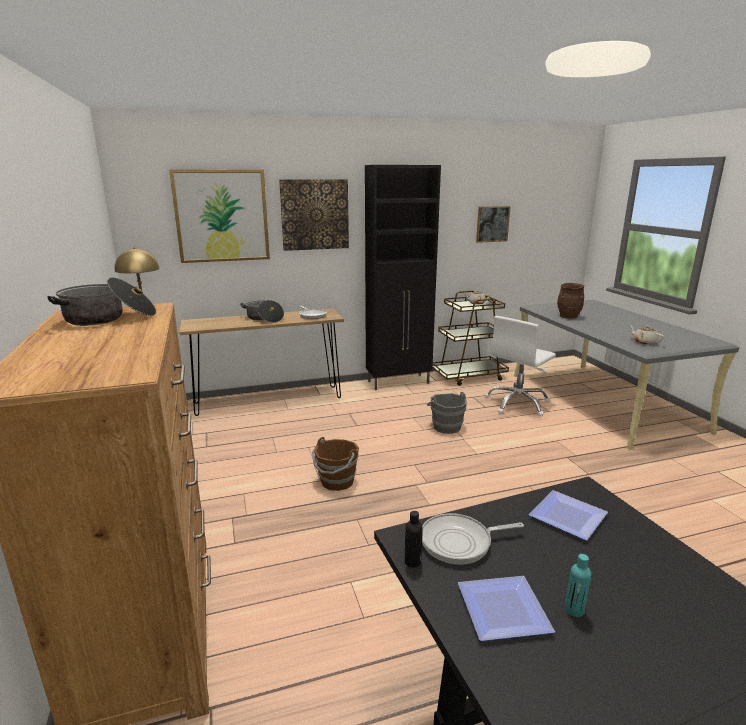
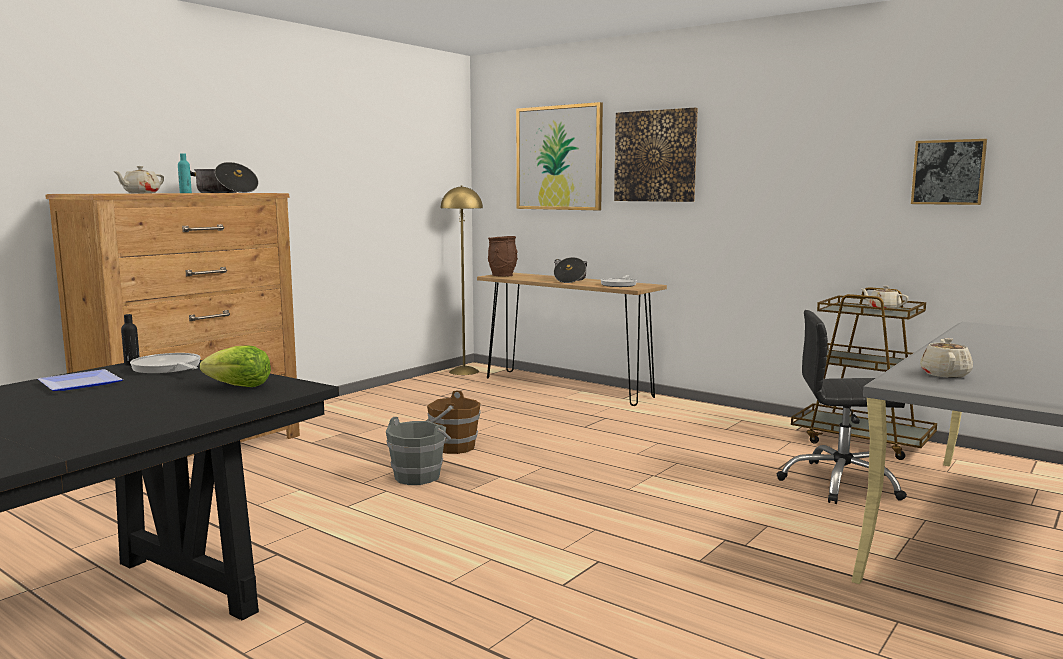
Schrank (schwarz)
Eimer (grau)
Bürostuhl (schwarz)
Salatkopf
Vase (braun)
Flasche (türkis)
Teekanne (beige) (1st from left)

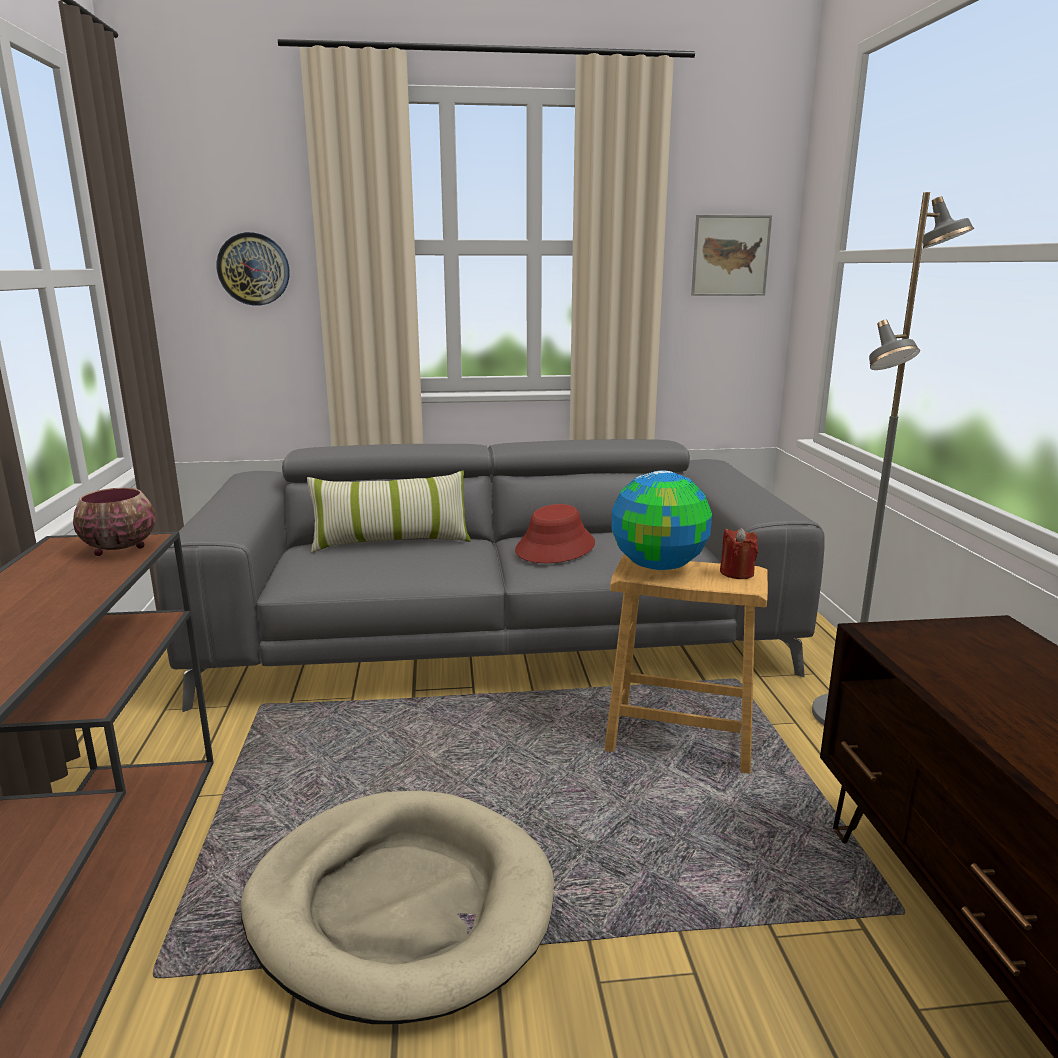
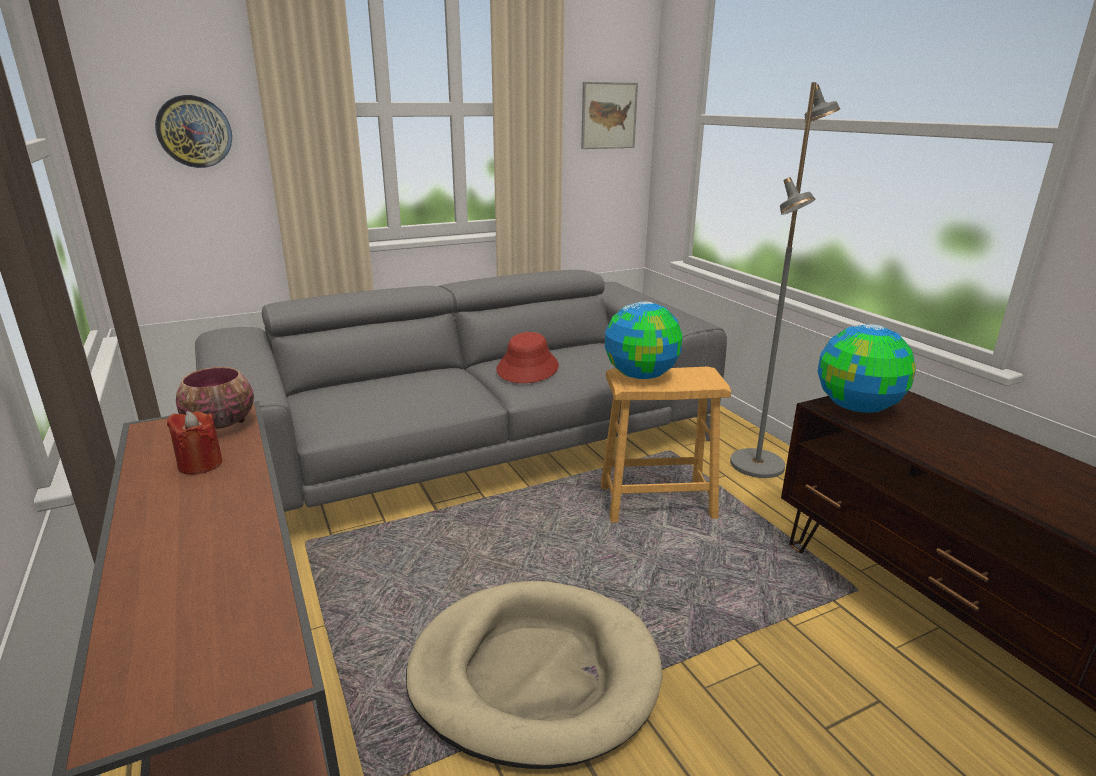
Kissen
Kerze (rot)
Globus (2nd from left)

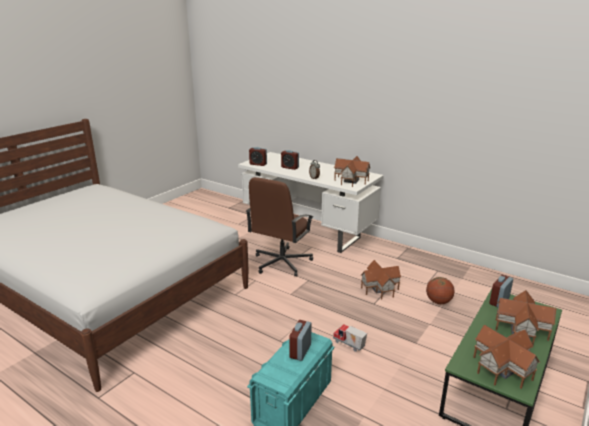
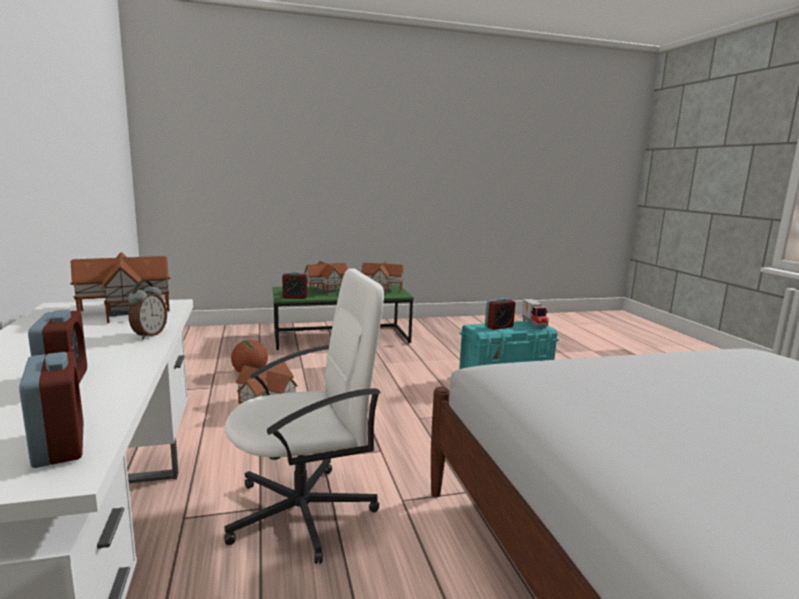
Bürostuhl (weiß)
Spielzeuglaster

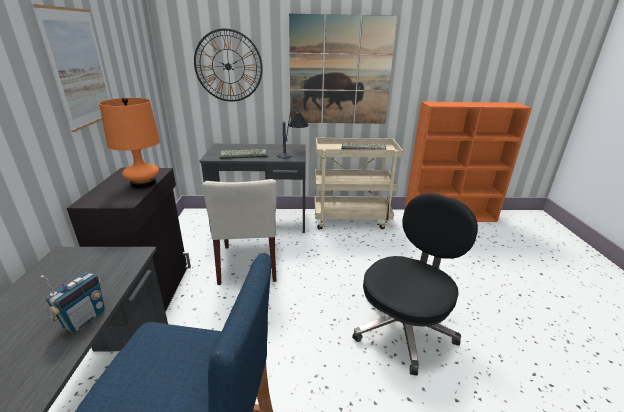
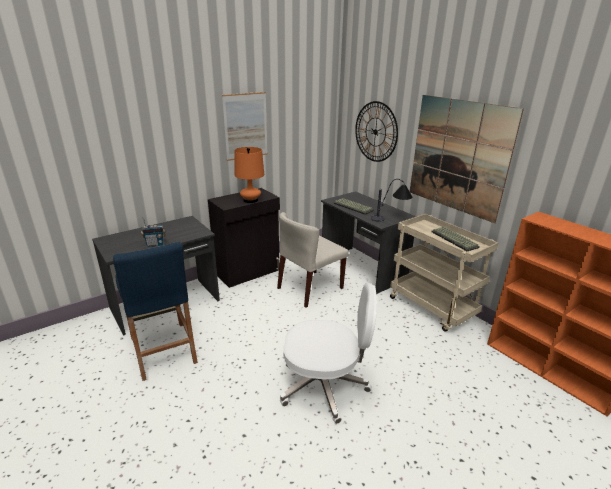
Bürostuhl (weiß)

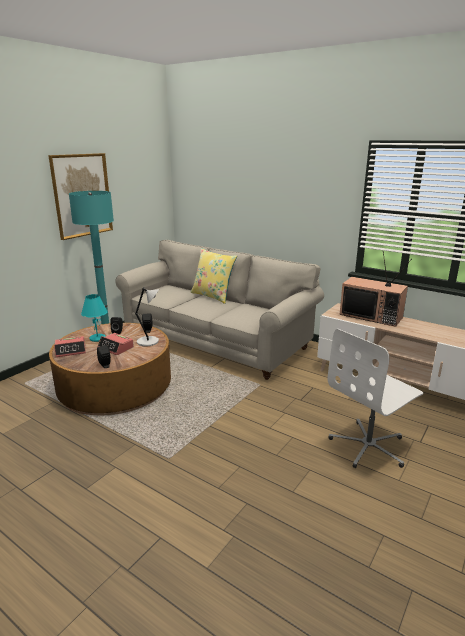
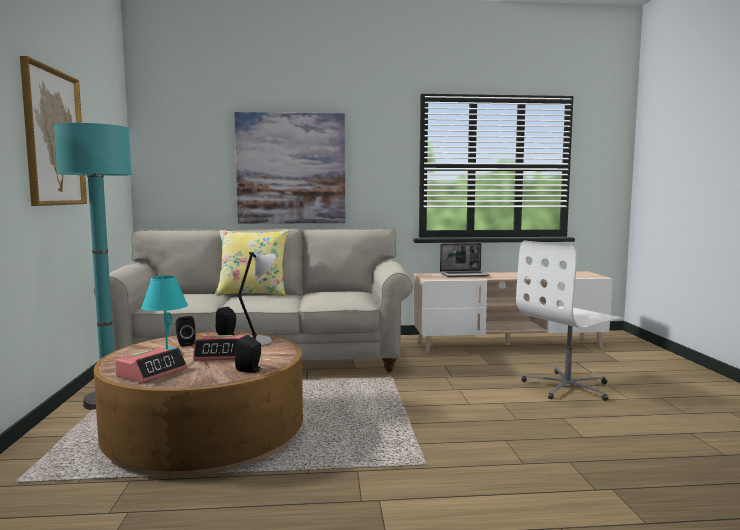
Bürostuhl (weiß)
Laptop
Bild (2nd from left)

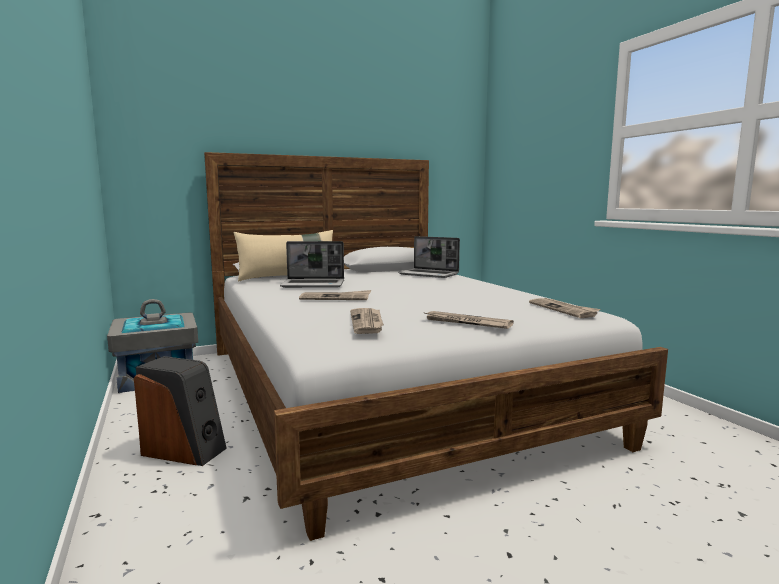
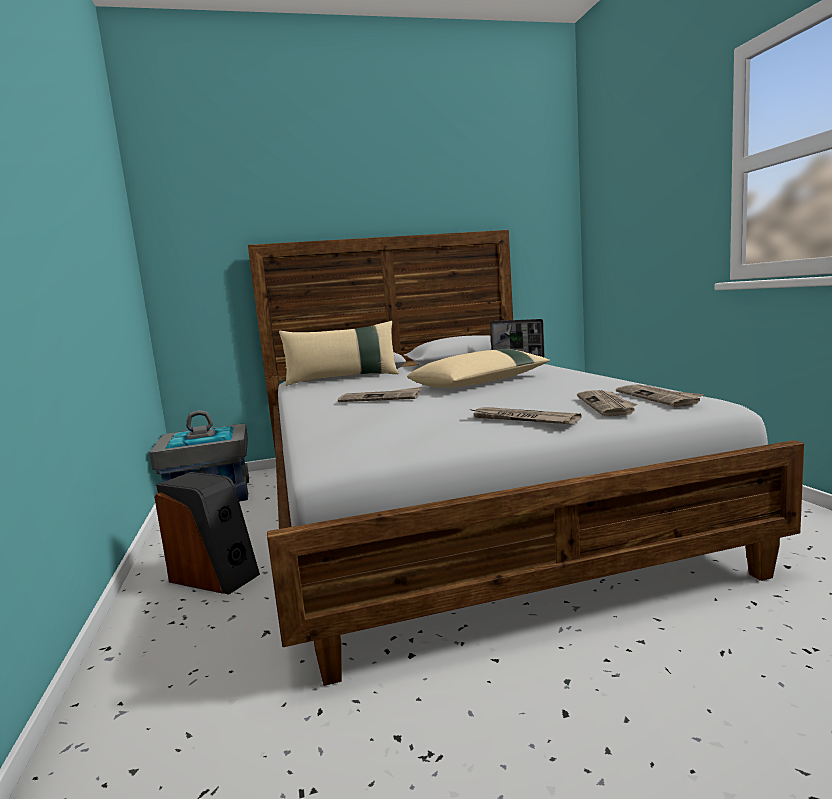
Laptop (1st from left in the first image)
Zeitung (3rd from left)
Kissen (beige) (2nd from left)

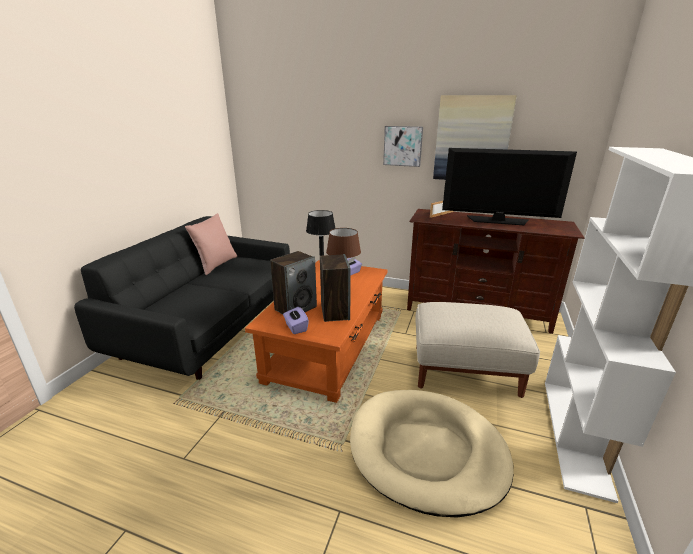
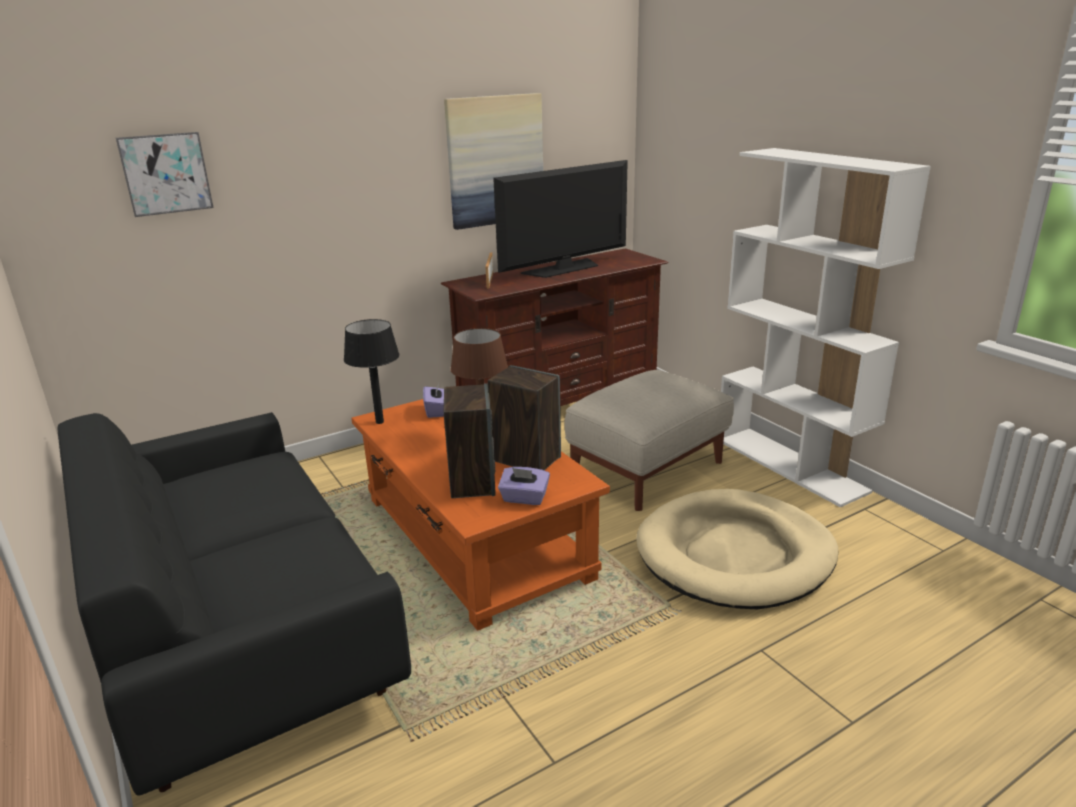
Kissen (rosa)
Bild (1st from left)

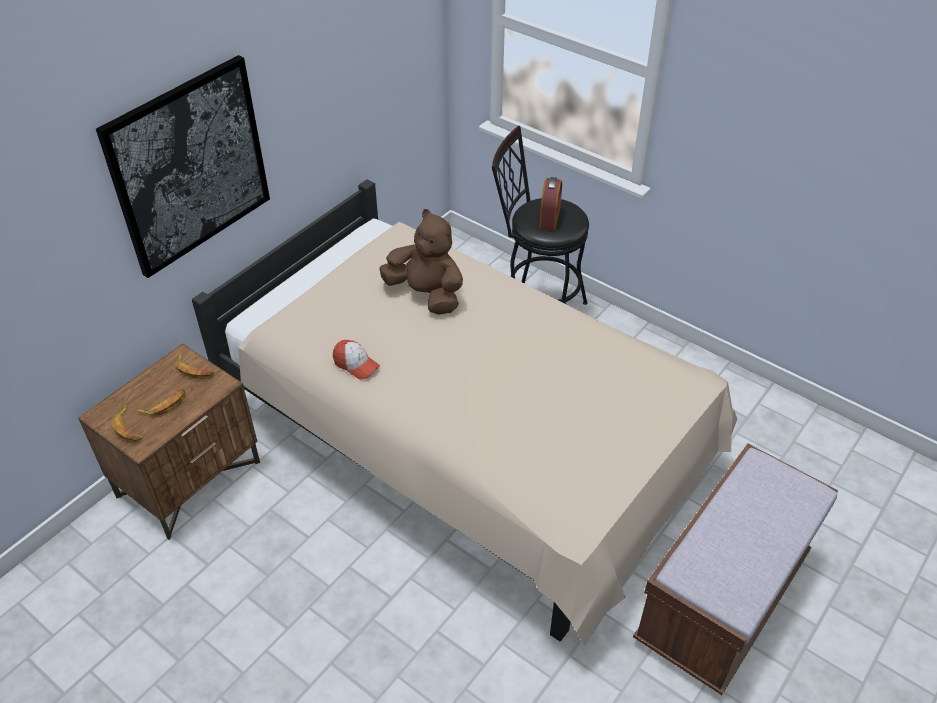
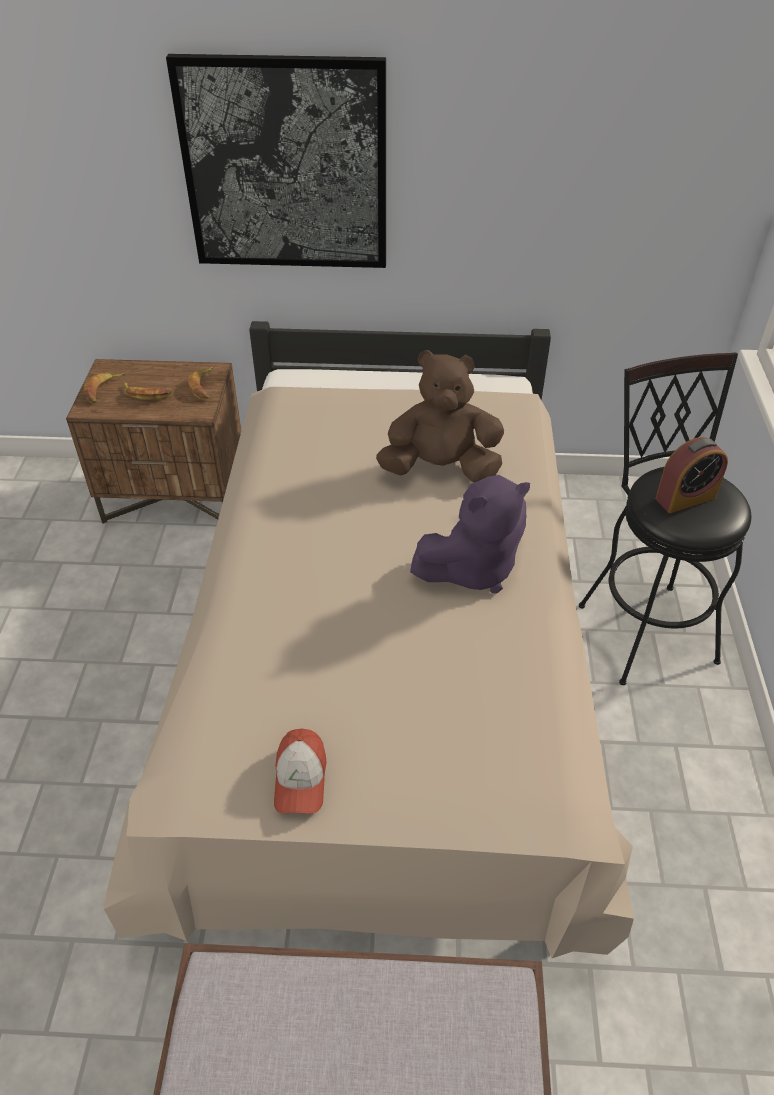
Kappe
Plüschtier (braun)
Plüschtier (lila)

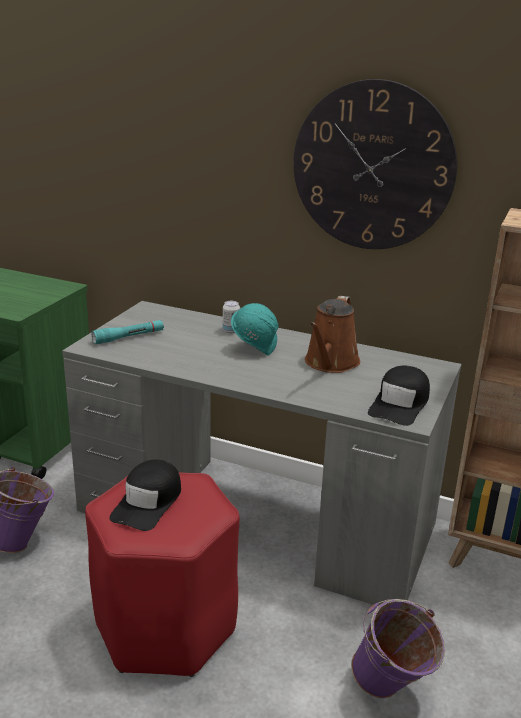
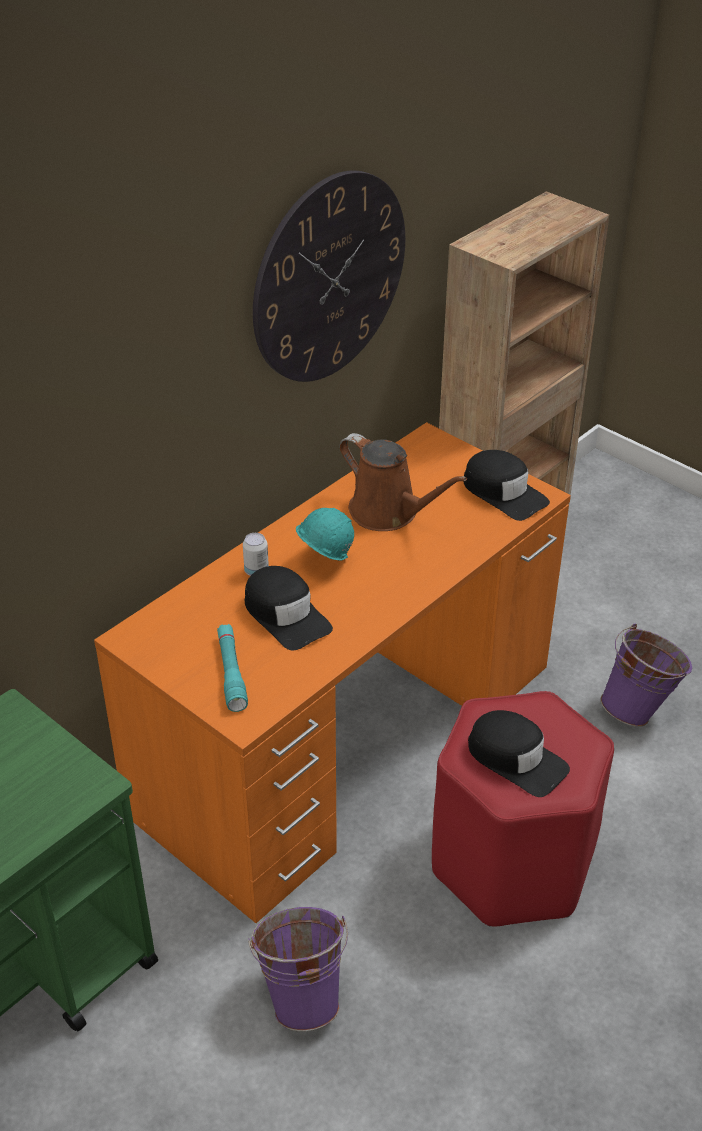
Schreibtisch (orange)
Kappe (schwarz) (1st from left)

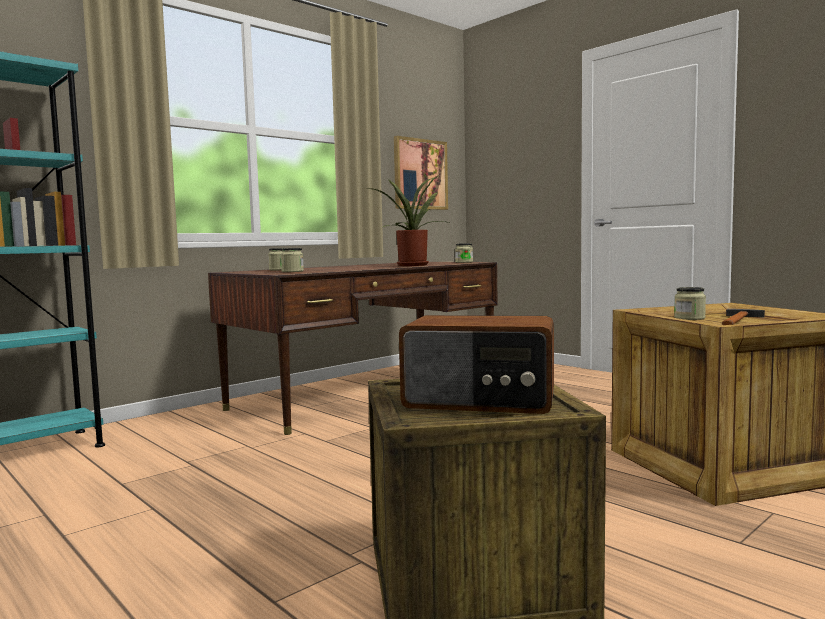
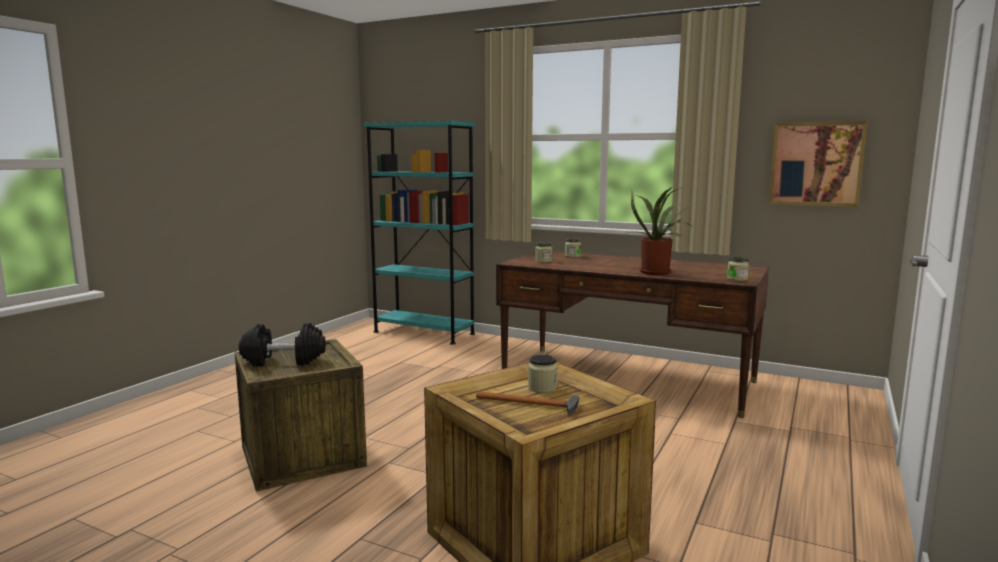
Hantel (schwarz)

